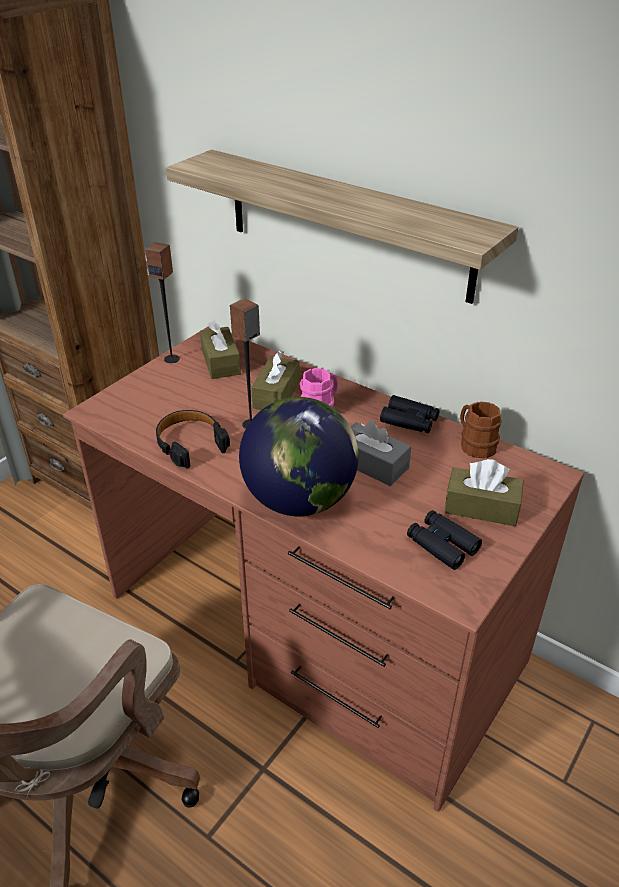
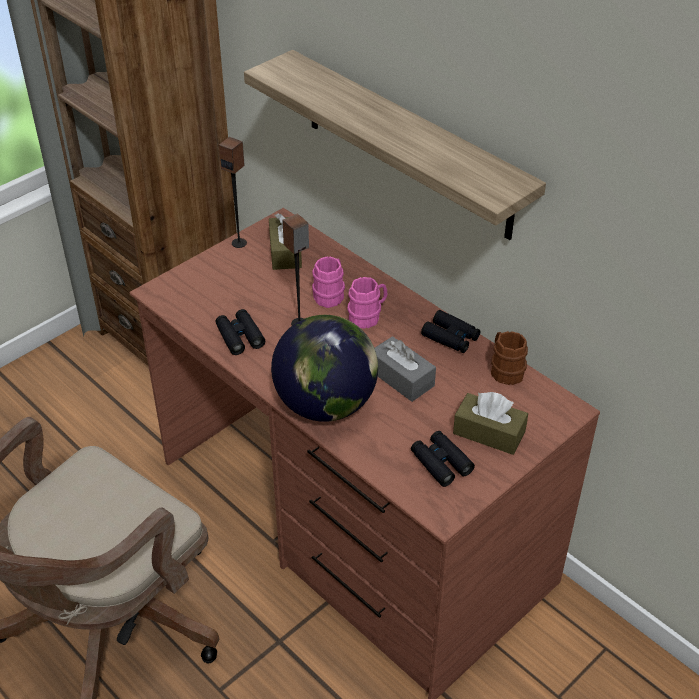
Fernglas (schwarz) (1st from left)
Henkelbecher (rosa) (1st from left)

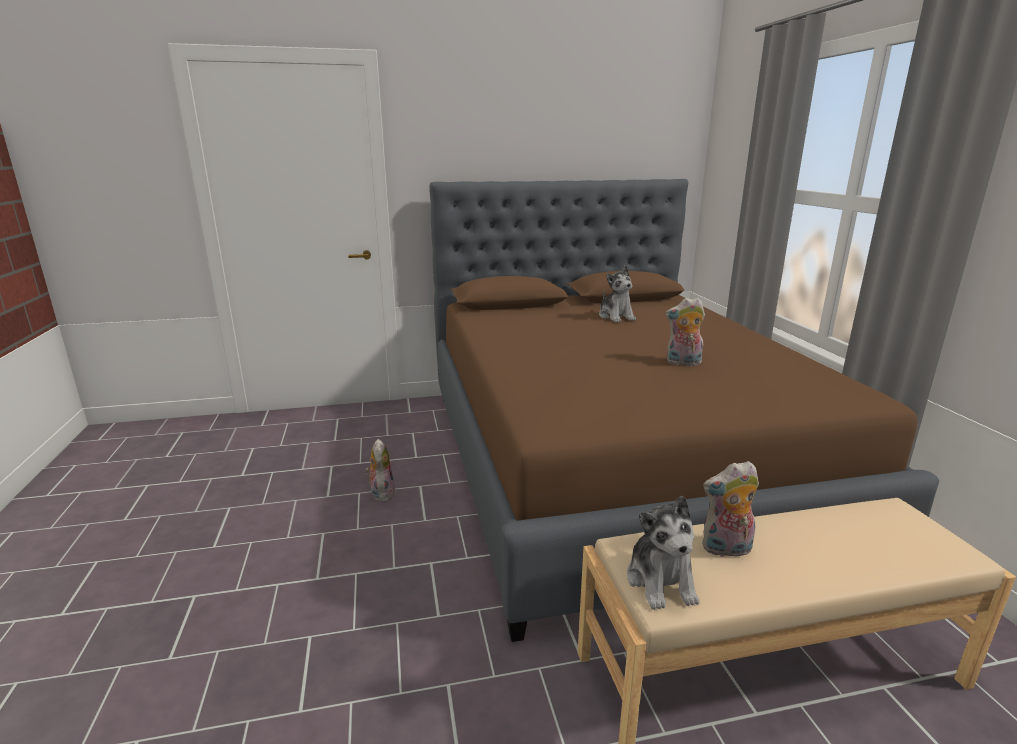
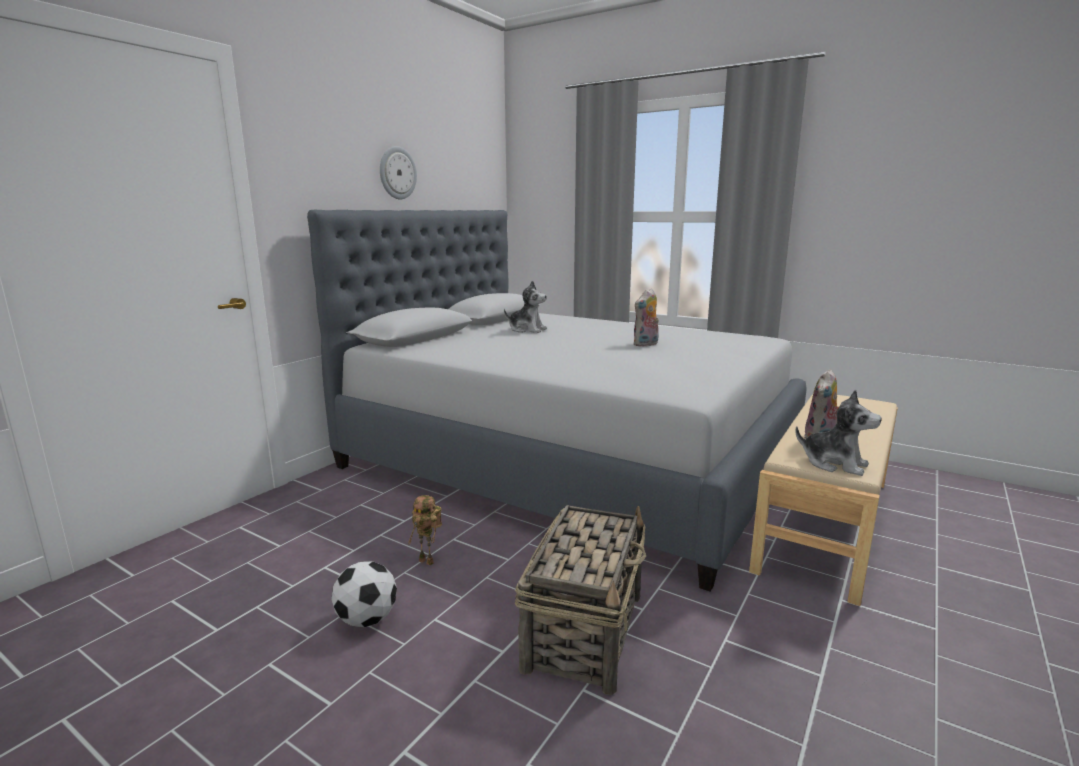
Spielzeugroboter
Bett (grau)
Fußball
Wanduhr
Korb

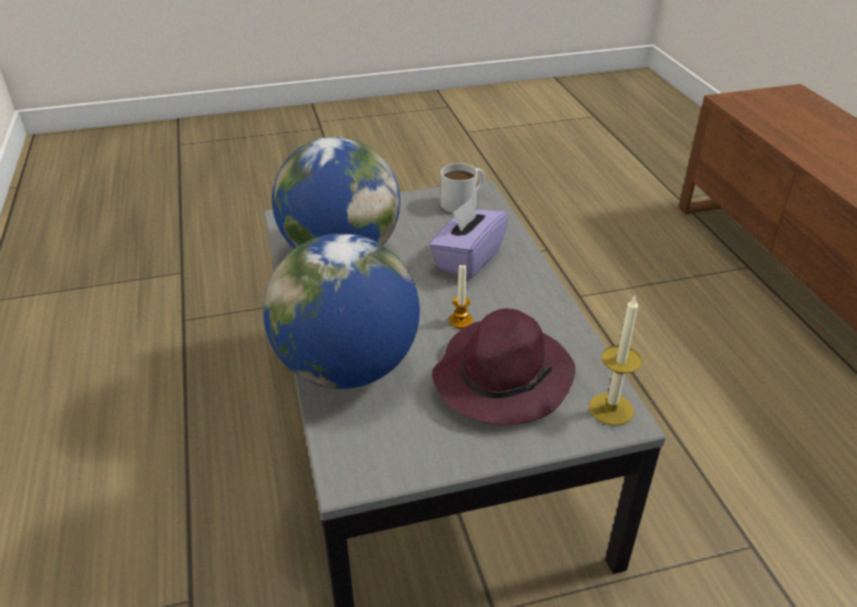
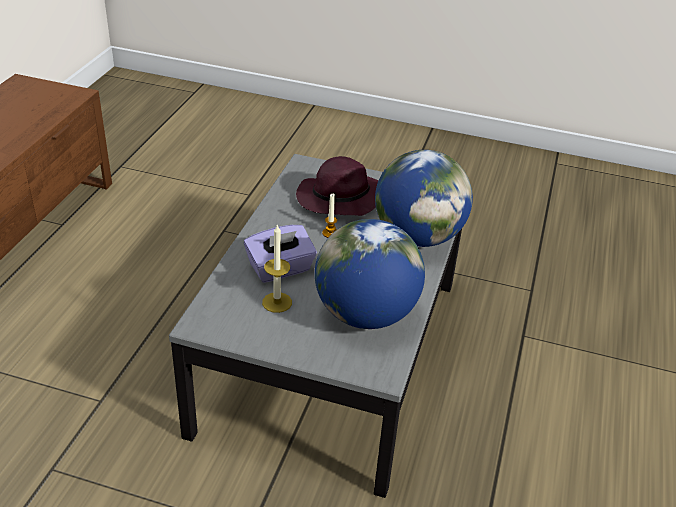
Henkelbecher (weiß)
Kerze (1st from left)

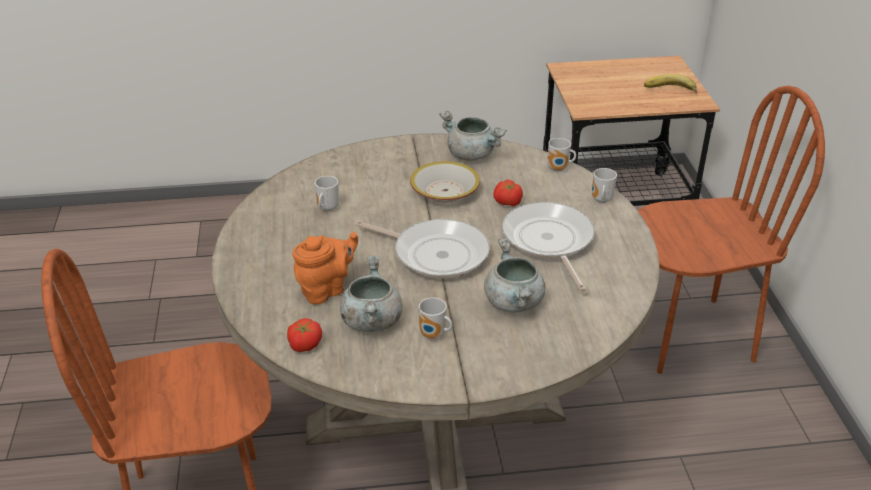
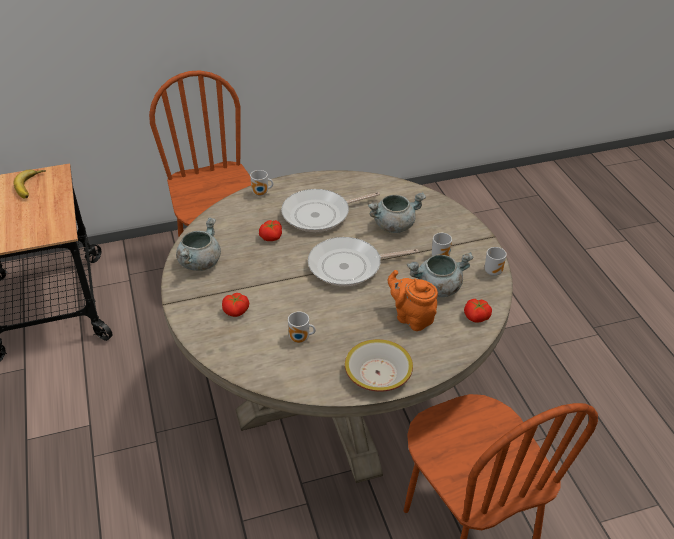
Pfanne (2nd from left)
Schüssel
Henkelbecher (4th from left)
Tomate (1st from left)

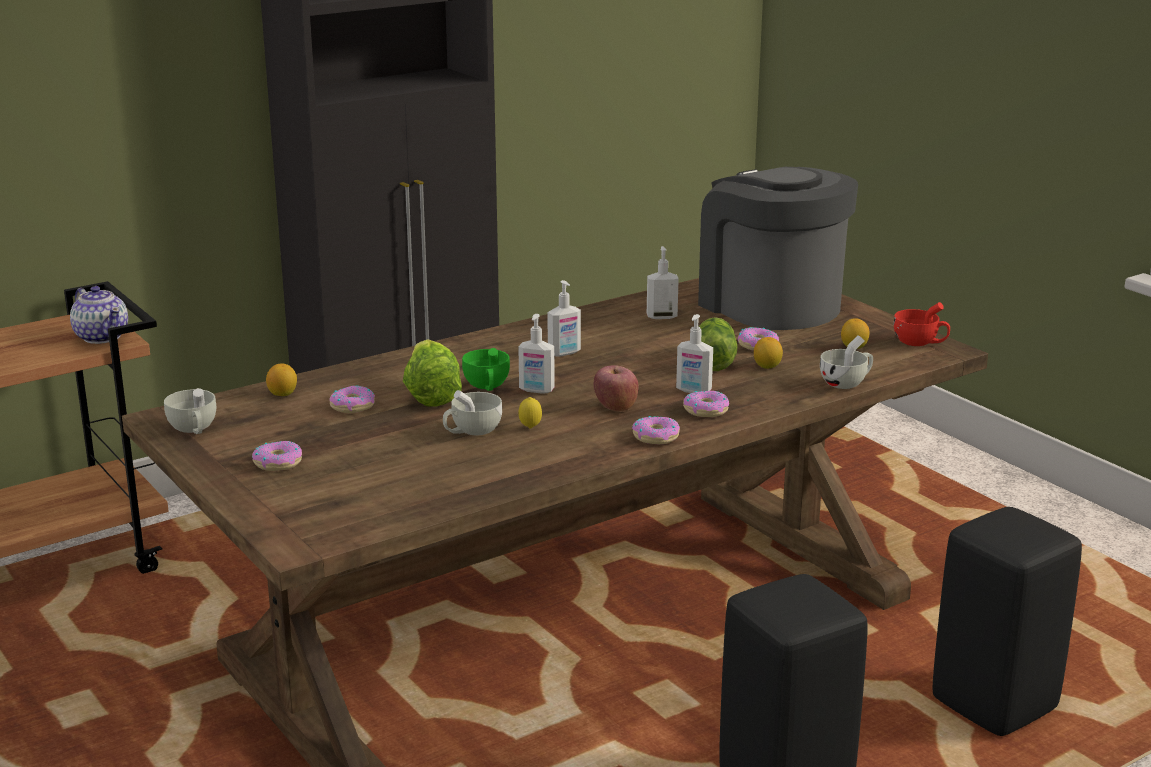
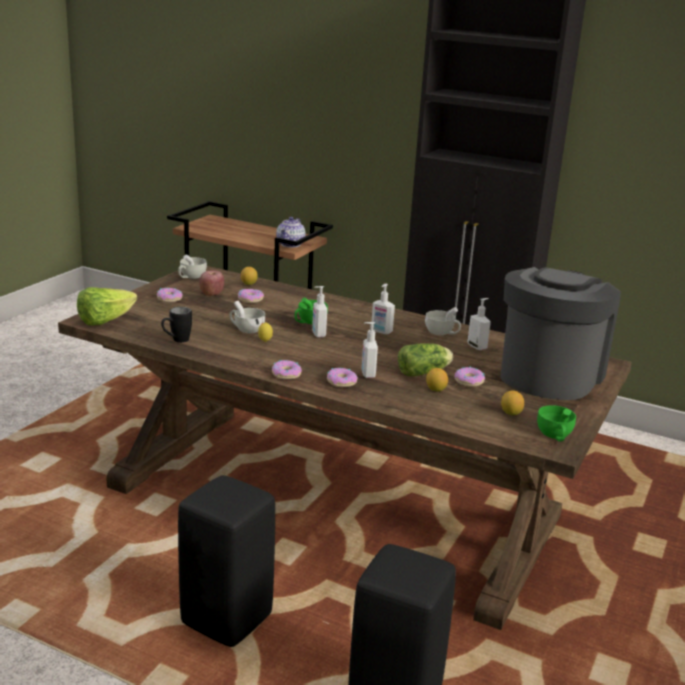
Salatkopf (1st from left)
Apfel
Tasse (weiß) (3rd from left)
Tasse (grün) (2nd from left)
Henkelbecher (schwarz)

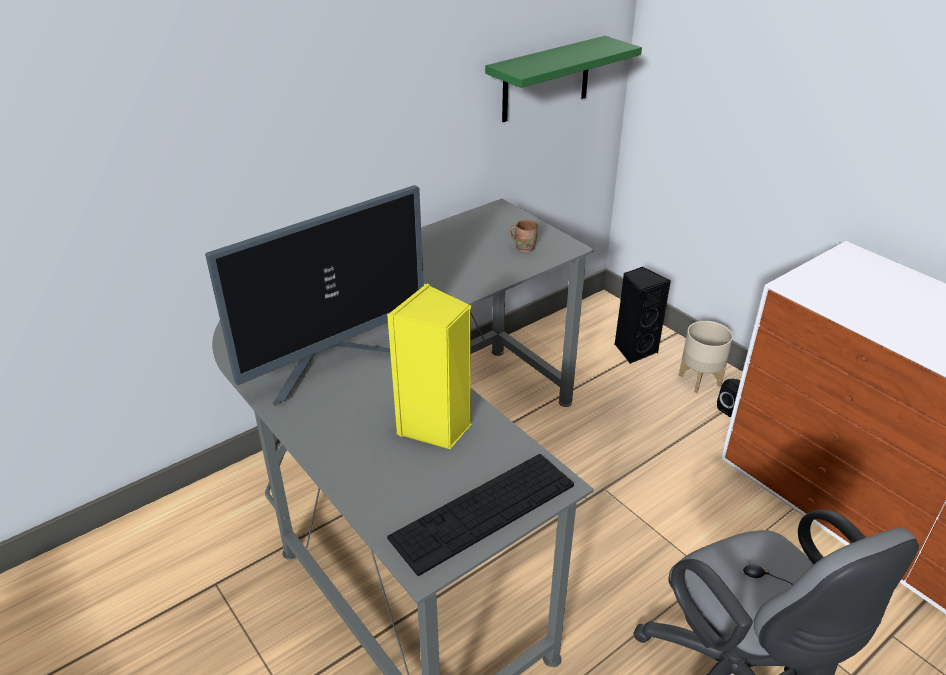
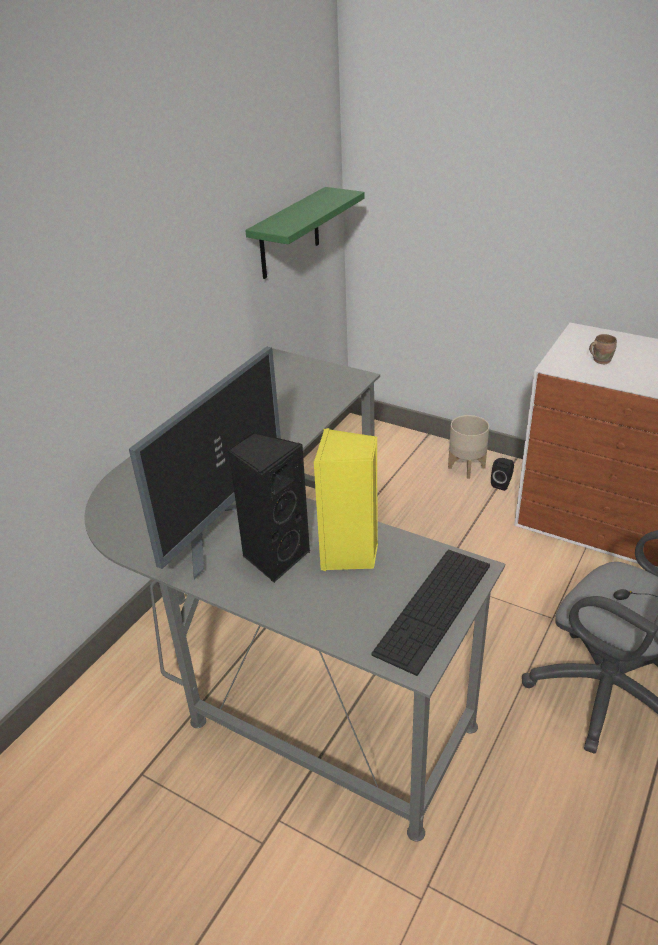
Henkelbecher (braun)
Lautsprecher (schwarz) (1st from left)

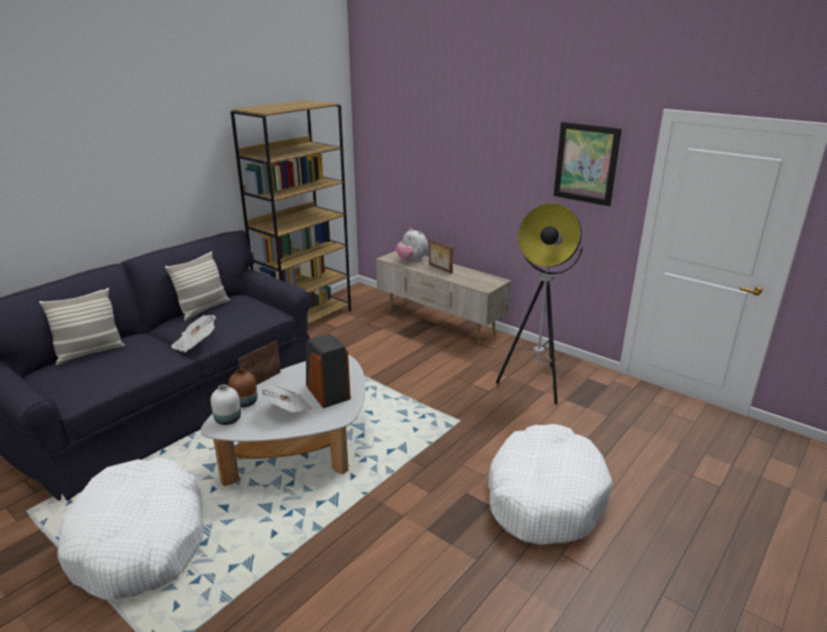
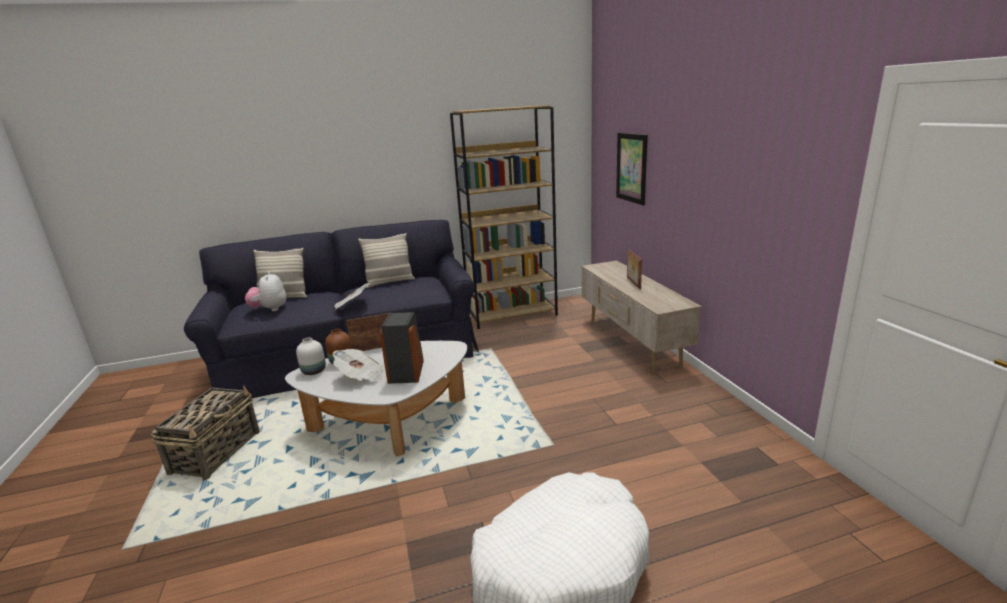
Korb
Plüschtier
Stehlampe
Bild

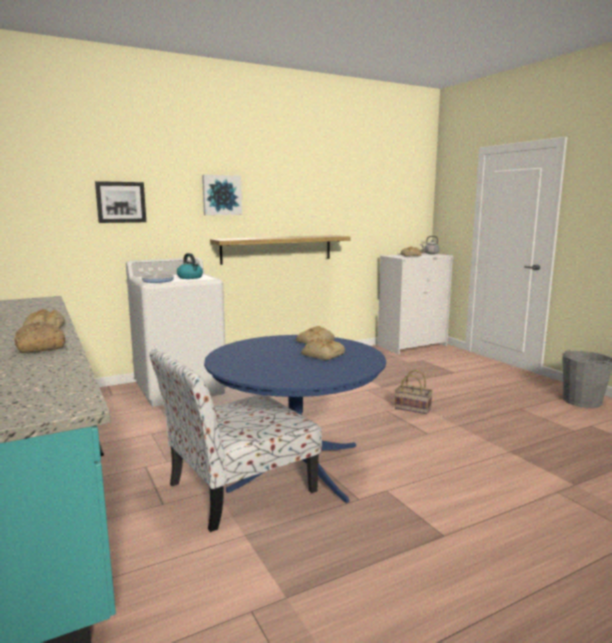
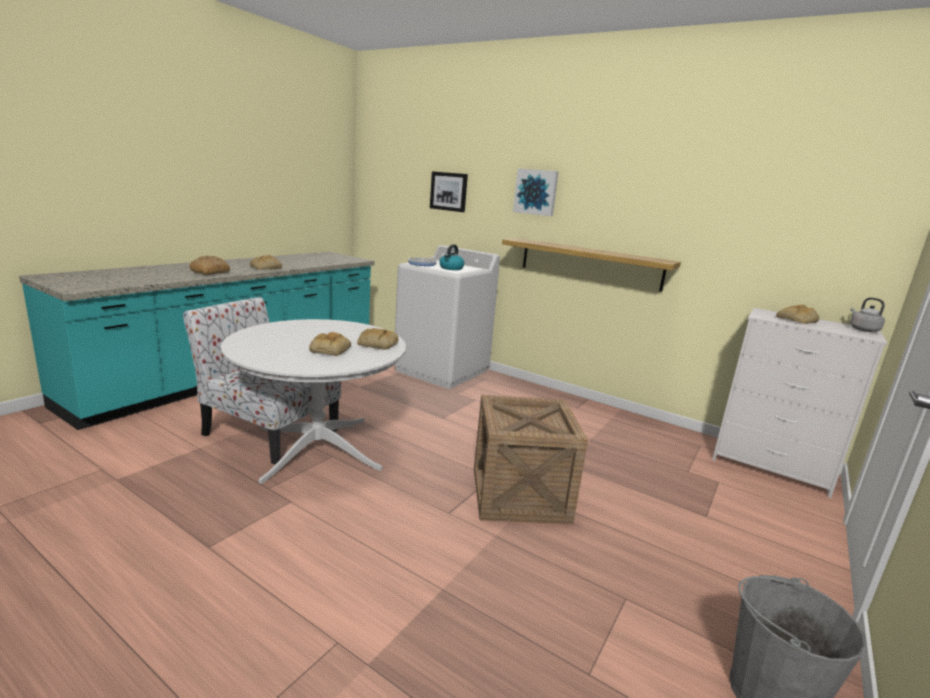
Esstisch (weiß)
Kiste

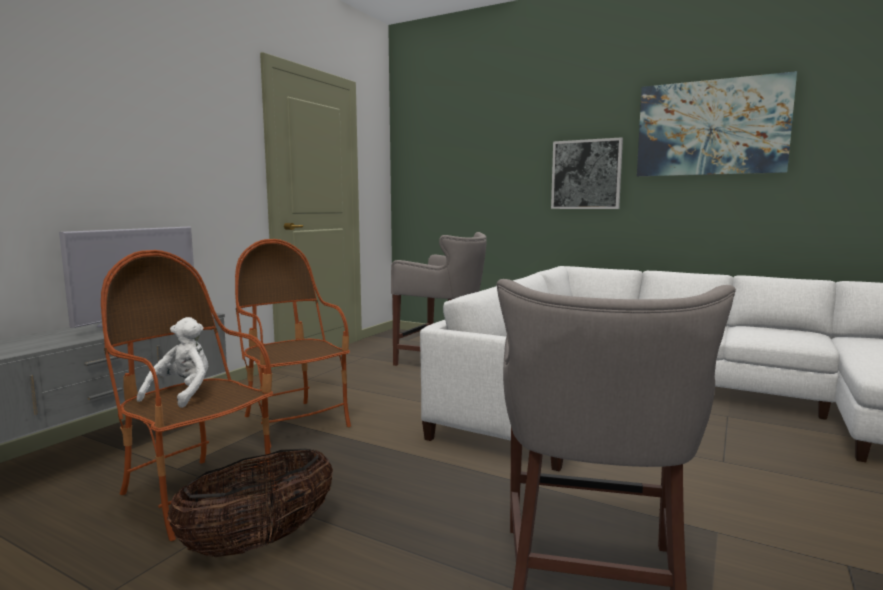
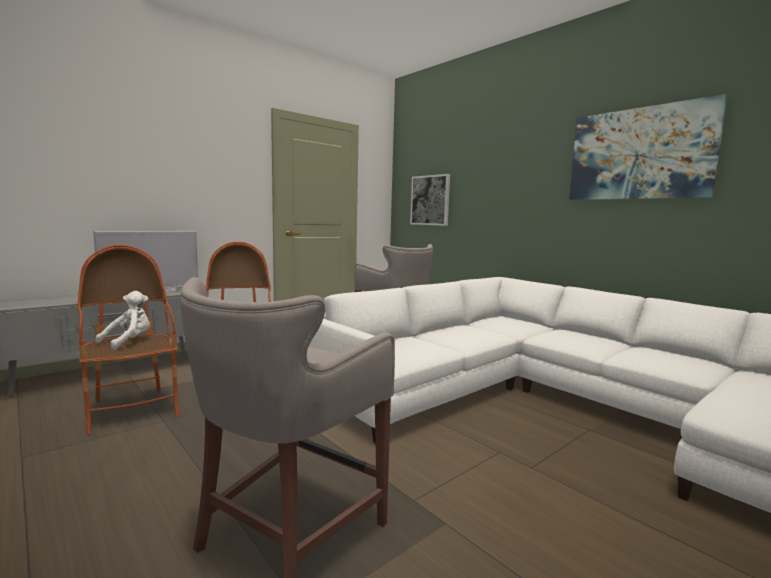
Korb
Bild (1st from left)

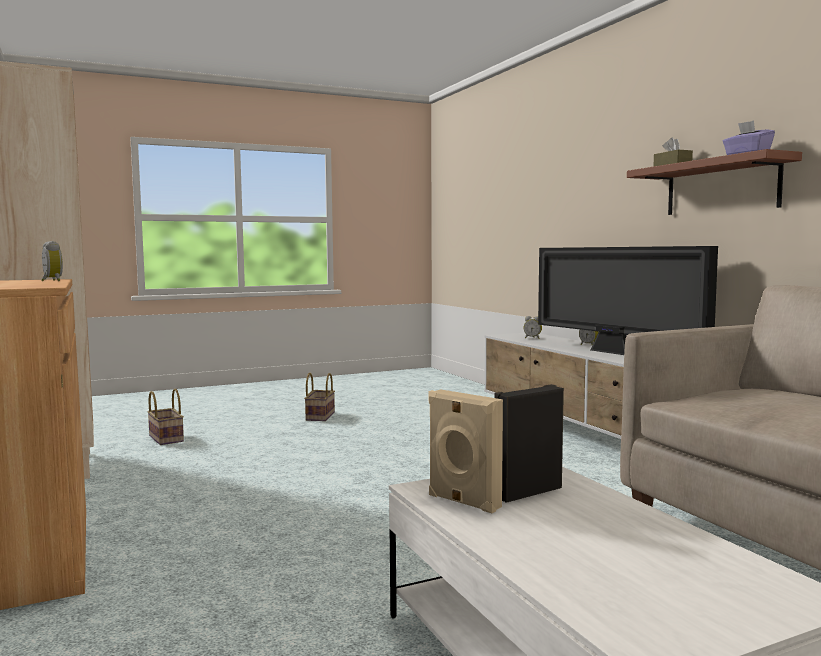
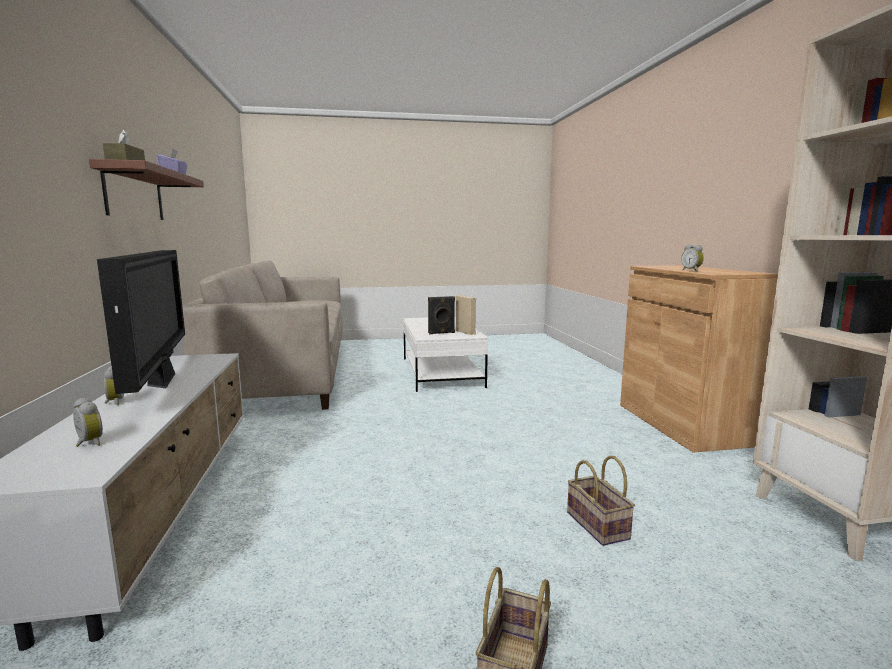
Korb (2nd from left)

